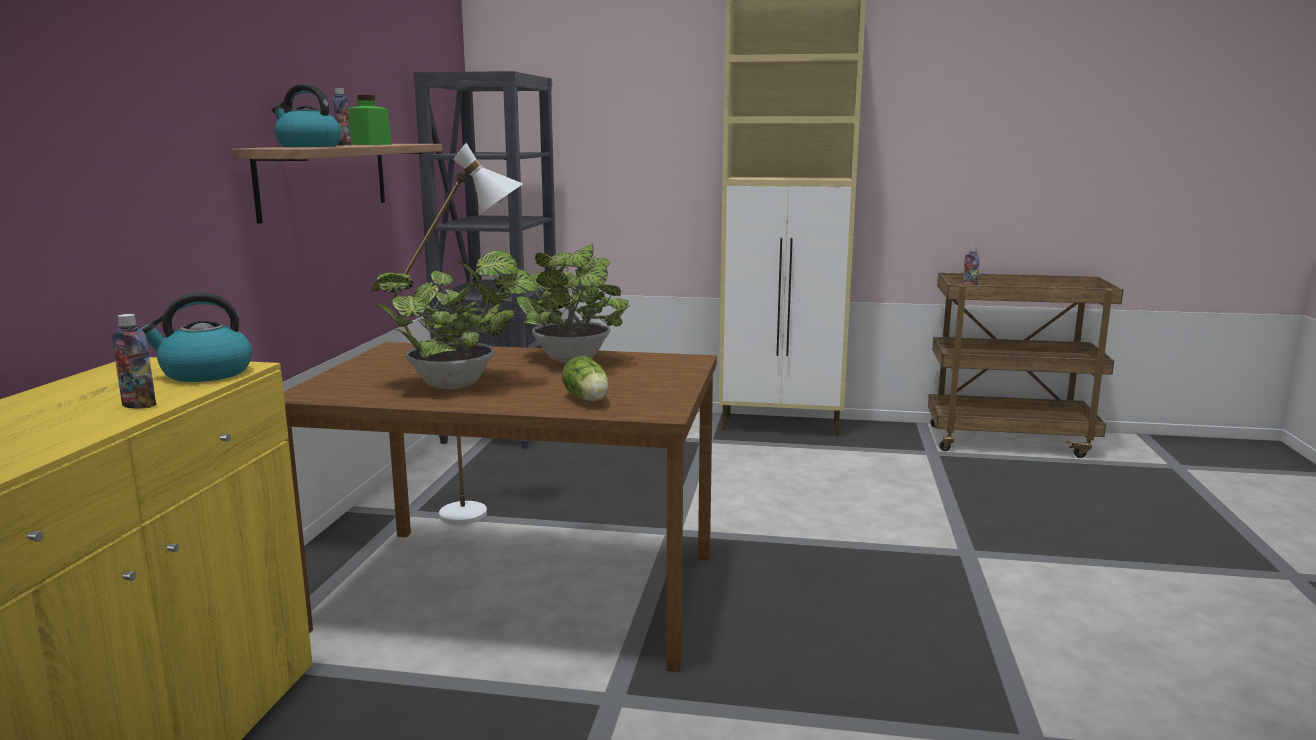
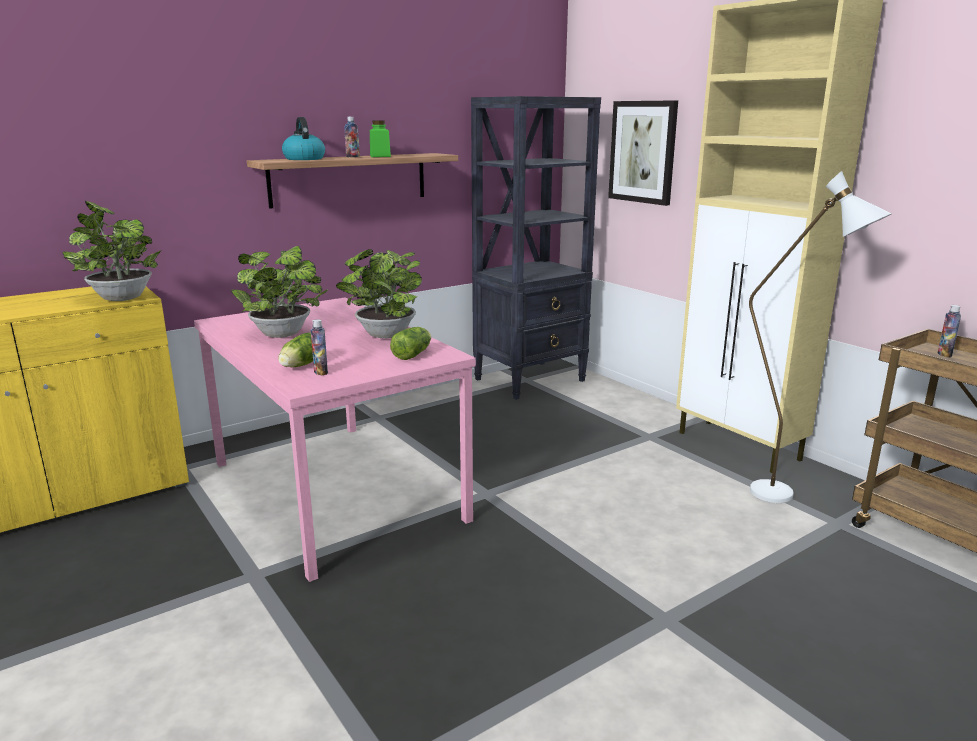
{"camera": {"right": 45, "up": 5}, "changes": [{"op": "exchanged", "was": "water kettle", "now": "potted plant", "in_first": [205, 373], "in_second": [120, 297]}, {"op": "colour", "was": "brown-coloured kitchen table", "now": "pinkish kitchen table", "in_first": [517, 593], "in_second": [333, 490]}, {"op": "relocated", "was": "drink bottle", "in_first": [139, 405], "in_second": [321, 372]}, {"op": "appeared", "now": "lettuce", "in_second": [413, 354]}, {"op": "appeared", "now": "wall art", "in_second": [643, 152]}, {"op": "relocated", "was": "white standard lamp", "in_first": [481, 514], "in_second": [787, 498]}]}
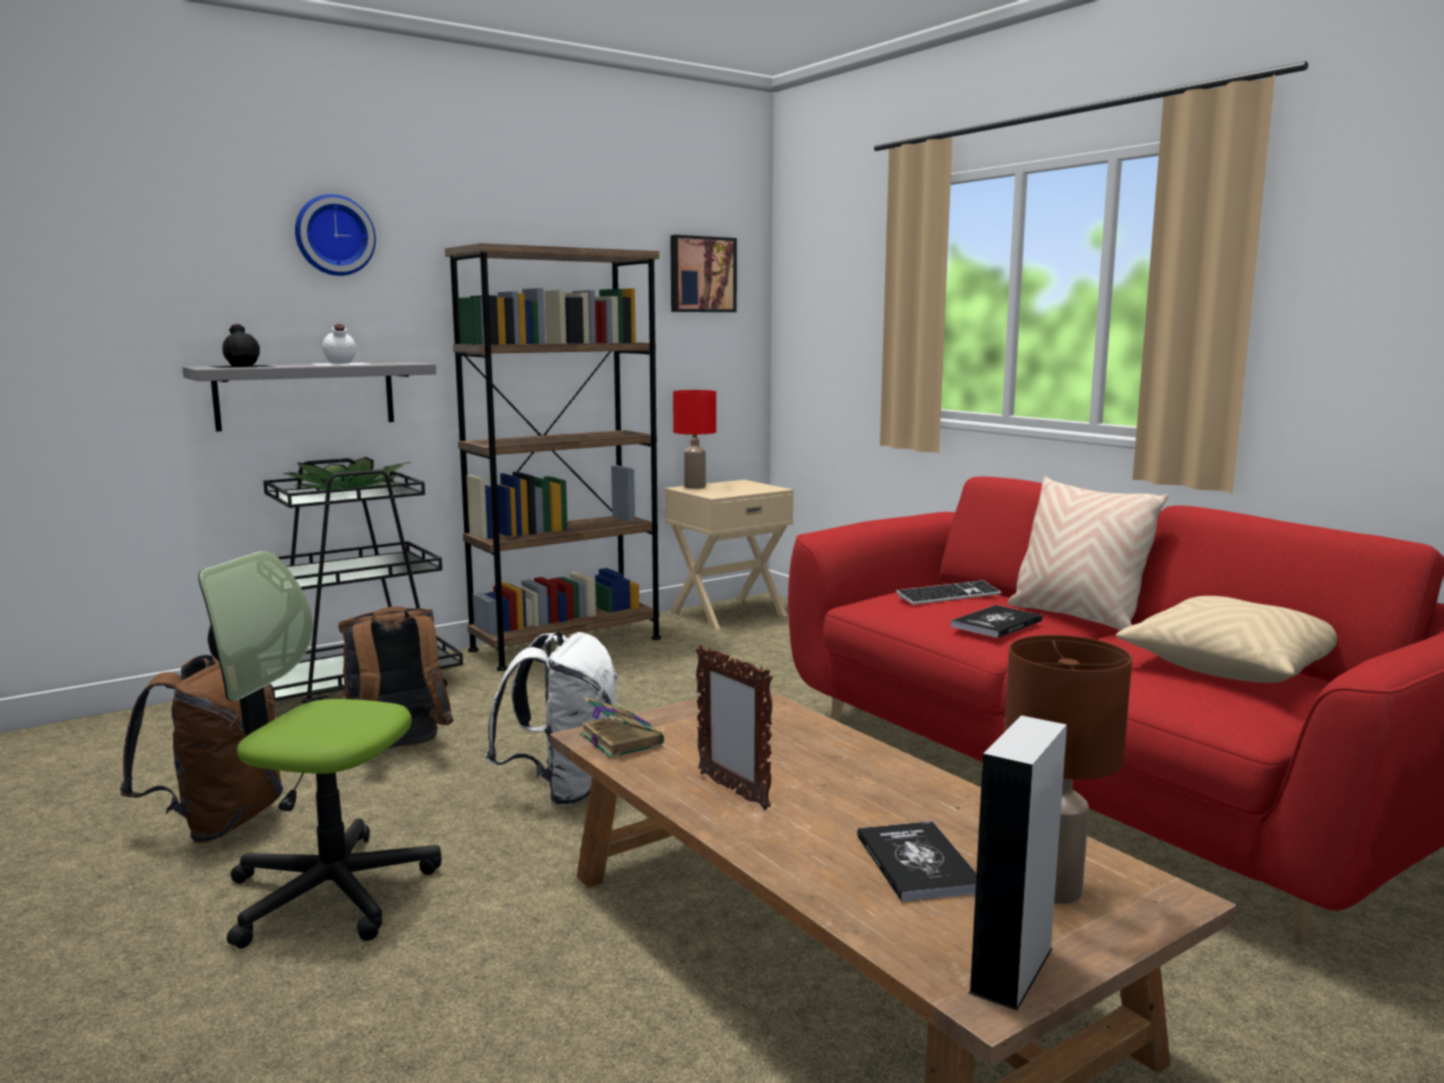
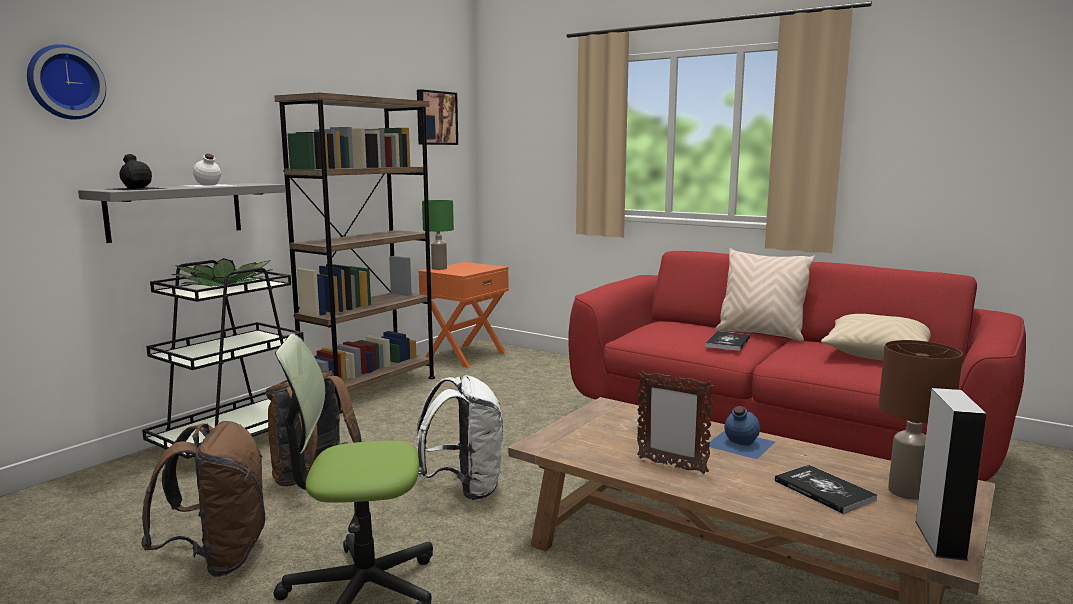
{"camera": {"right": -20, "up": 0}, "changes": [{"op": "relocated", "was": "hanging clock", "in_first": [333, 235], "in_second": [64, 82]}, {"op": "colour", "was": "beige-coloured nightstand", "now": "orange nightstand", "in_first": [727, 613], "in_second": [465, 355]}, {"op": "colour", "was": "red-coloured lamp for a table", "now": "green-coloured lamp for a table", "in_first": [695, 487], "in_second": [439, 268]}, {"op": "appeared", "now": "blue-coloured drink bottle", "in_second": [739, 443]}, {"op": "missing", "was": "volume", "in_first": [620, 739]}, {"op": "missing", "was": "computer keyboard", "in_first": [948, 596]}]}
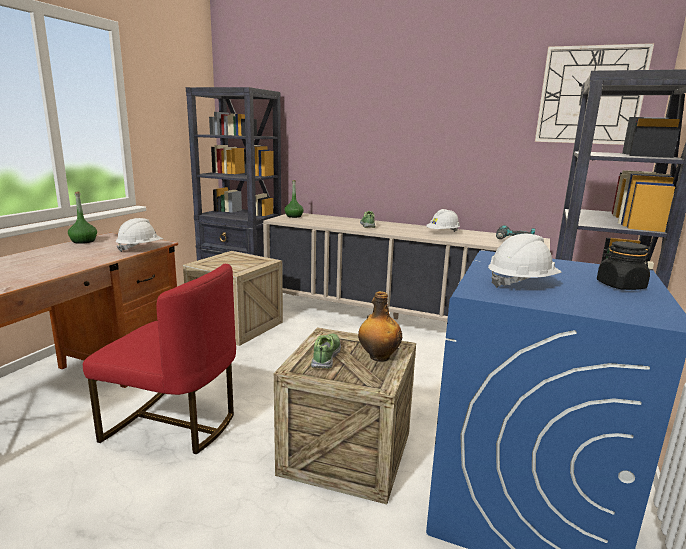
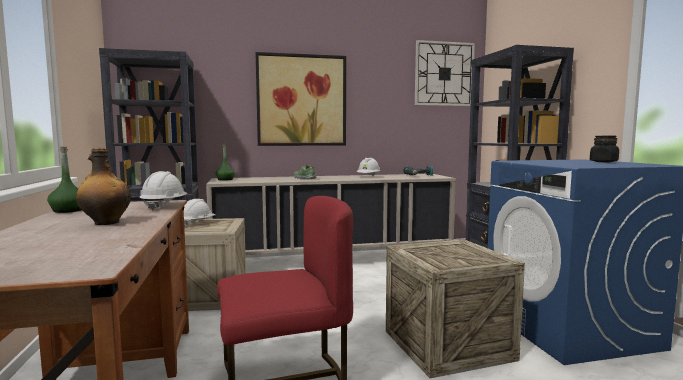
{"camera": {"right": -35, "up": -10}, "changes": [{"op": "relocated", "was": "drink bottle", "in_first": [378, 357], "in_second": [105, 223]}, {"op": "relocated", "was": "white safety helmet", "in_first": [521, 283], "in_second": [197, 223]}, {"op": "appeared", "now": "wall art", "in_second": [301, 100]}, {"op": "missing", "was": "item of footwear", "in_first": [326, 356]}]}
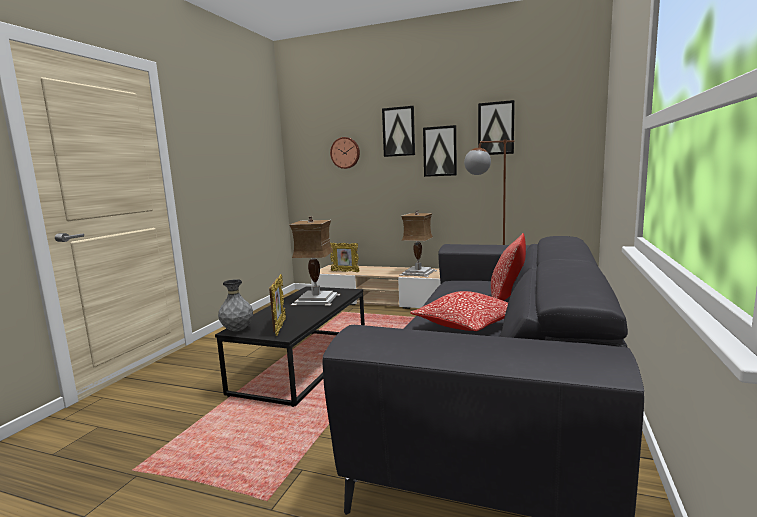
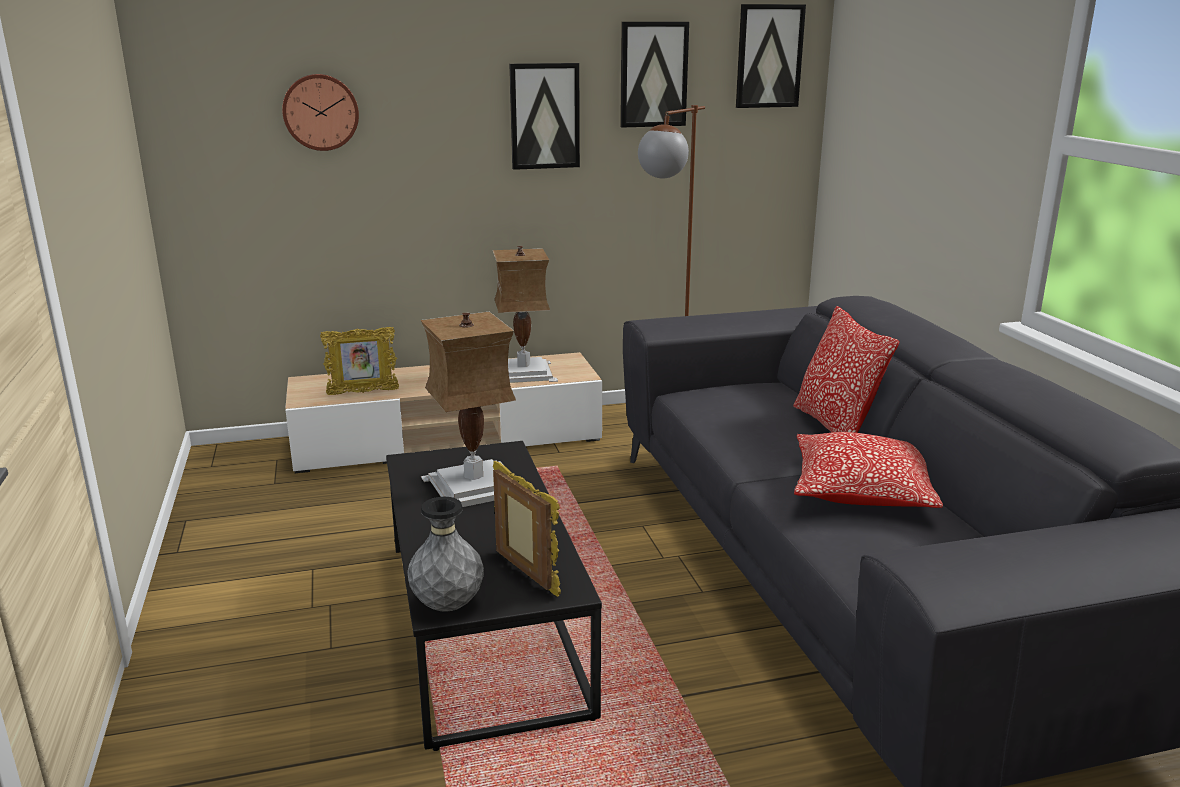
{"camera": {"right": -35, "up": 10}, "changes": [{"op": "relocated", "was": "wall art", "in_first": [399, 131], "in_second": [769, 56]}]}
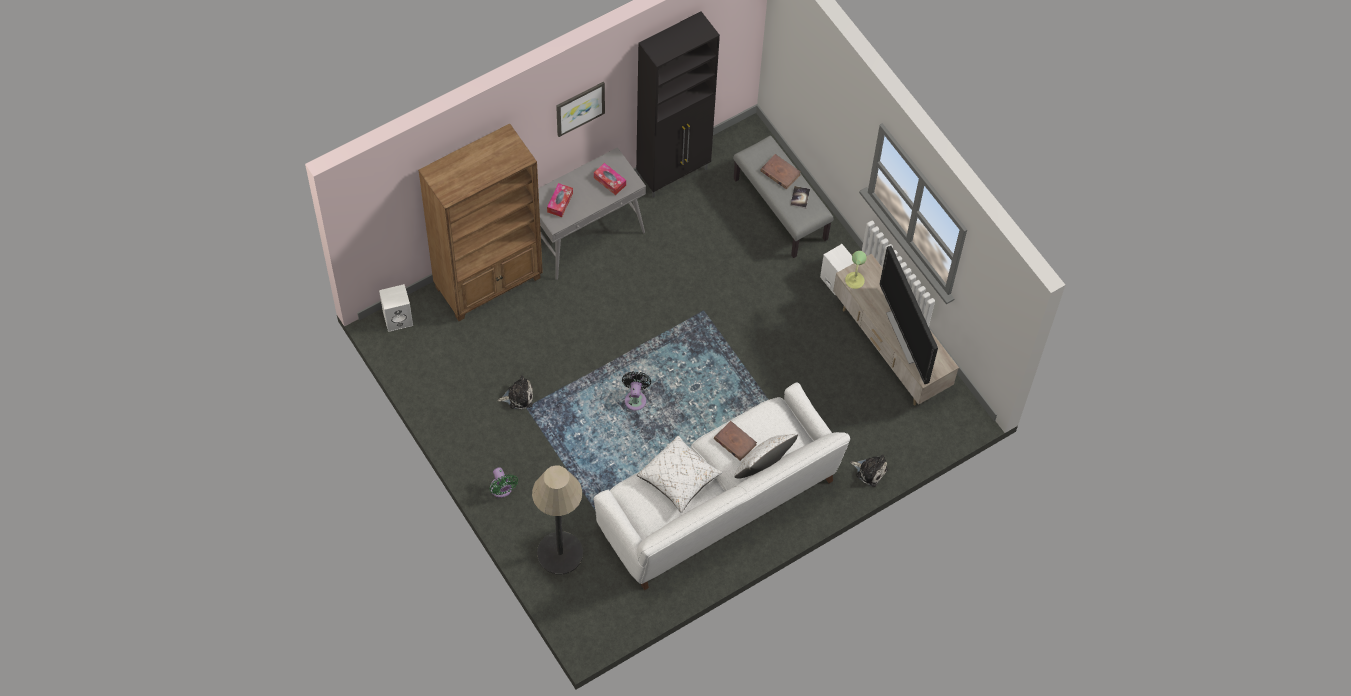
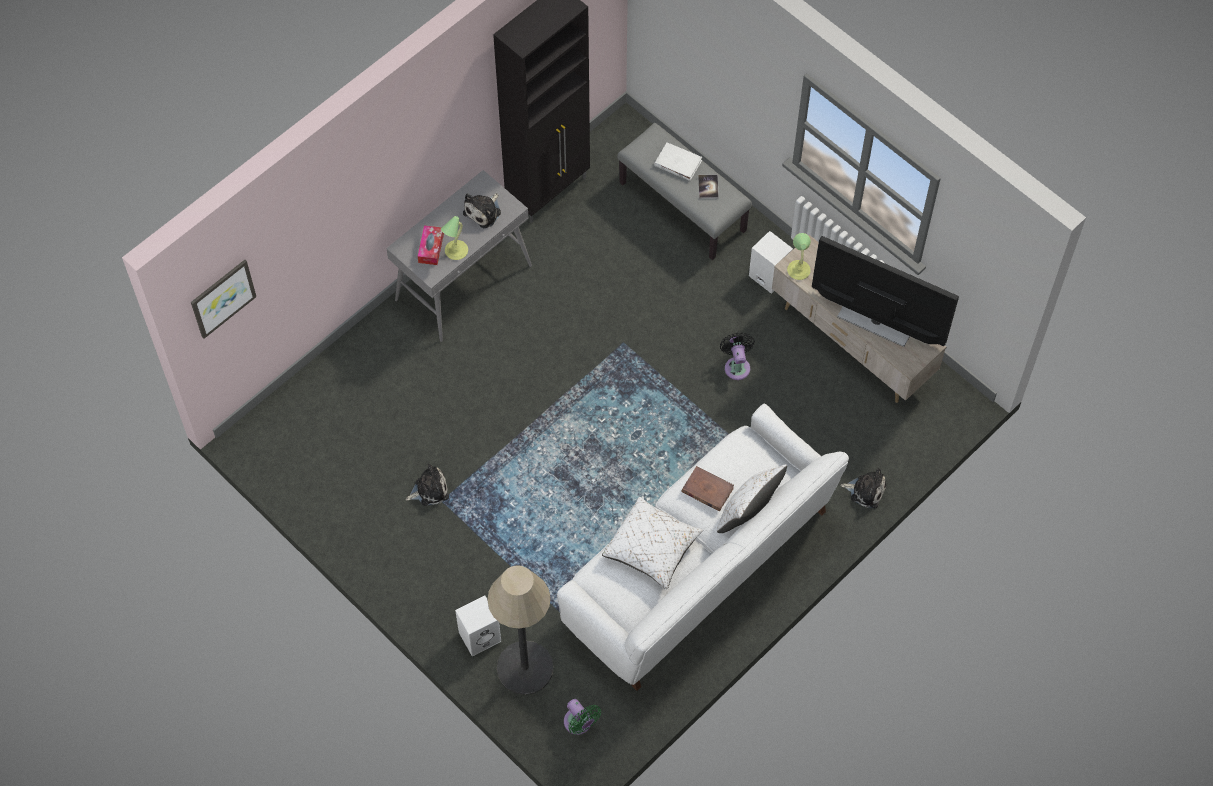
{"camera": {"right": -10, "up": 0}, "changes": [{"op": "relocated", "was": "wall art", "in_first": [579, 108], "in_second": [222, 298]}, {"op": "appeared", "now": "lamp for a table", "in_second": [455, 251]}, {"op": "relocated", "was": "white loudspeaker", "in_first": [398, 318], "in_second": [480, 636]}, {"op": "exchanged", "was": "tissue holder", "now": "cuddly toy", "in_first": [609, 181], "in_second": [484, 211]}, {"op": "relocated", "was": "green-coloured electric fan", "in_first": [502, 490], "in_second": [579, 724]}, {"op": "colour", "was": "brown-coloured volume", "now": "white volume", "in_first": [780, 173], "in_second": [677, 163]}, {"op": "relocated", "was": "black electric fan", "in_first": [635, 398], "in_second": [737, 366]}, {"op": "spun", "was": "TV set", "in_first": [906, 335], "in_second": [875, 322], "clockwise": 150}, {"op": "missing", "was": "brown-coloured bookcase", "in_first": [489, 283]}]}
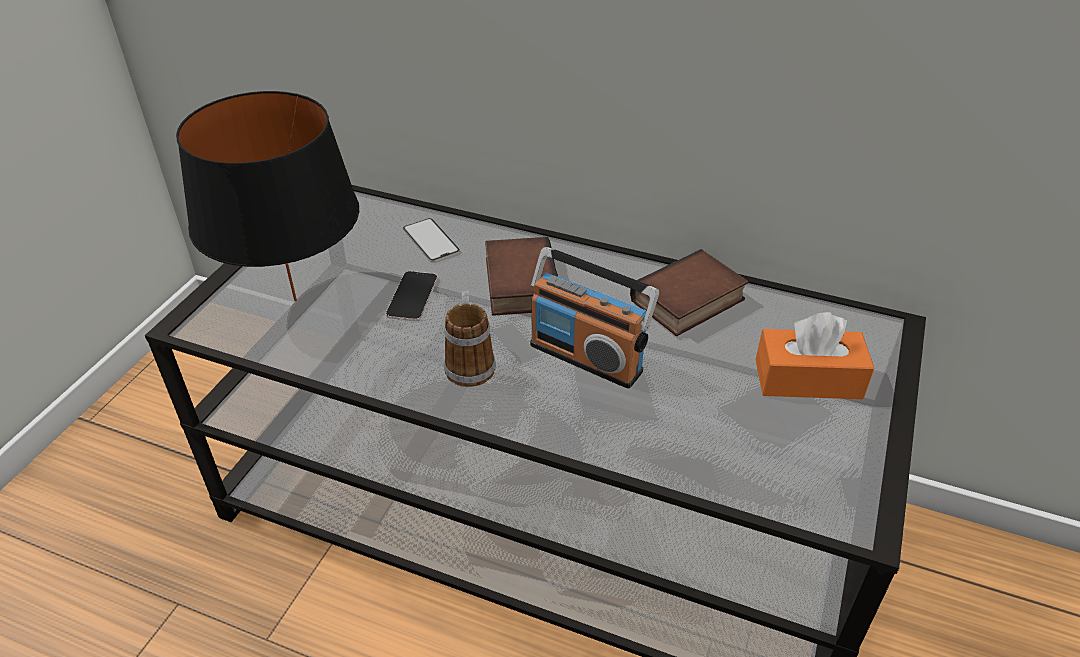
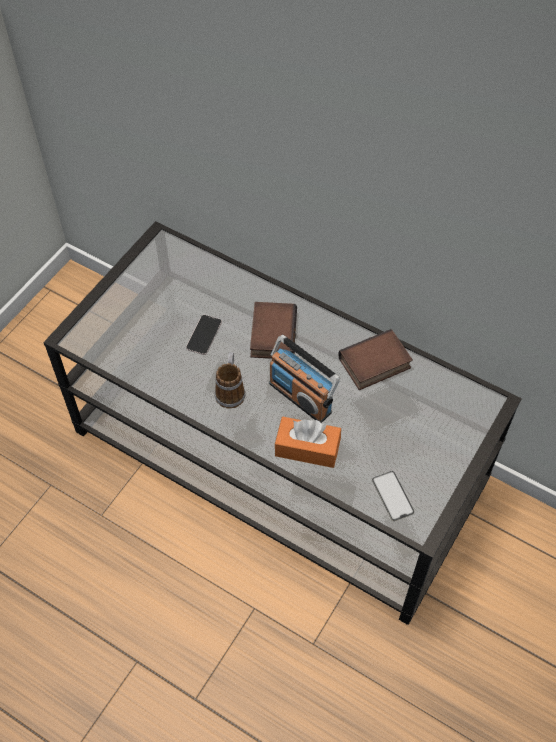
{"camera": {"right": 10, "up": 15}, "changes": [{"op": "relocated", "was": "orange tissue holder", "in_first": [808, 379], "in_second": [307, 448]}, {"op": "relocated", "was": "handset", "in_first": [431, 240], "in_second": [392, 496]}, {"op": "missing", "was": "black lamp for a table", "in_first": [296, 300]}]}
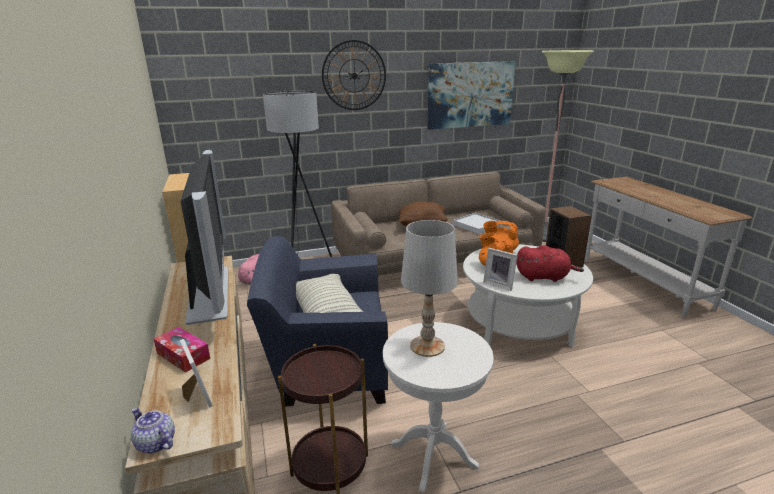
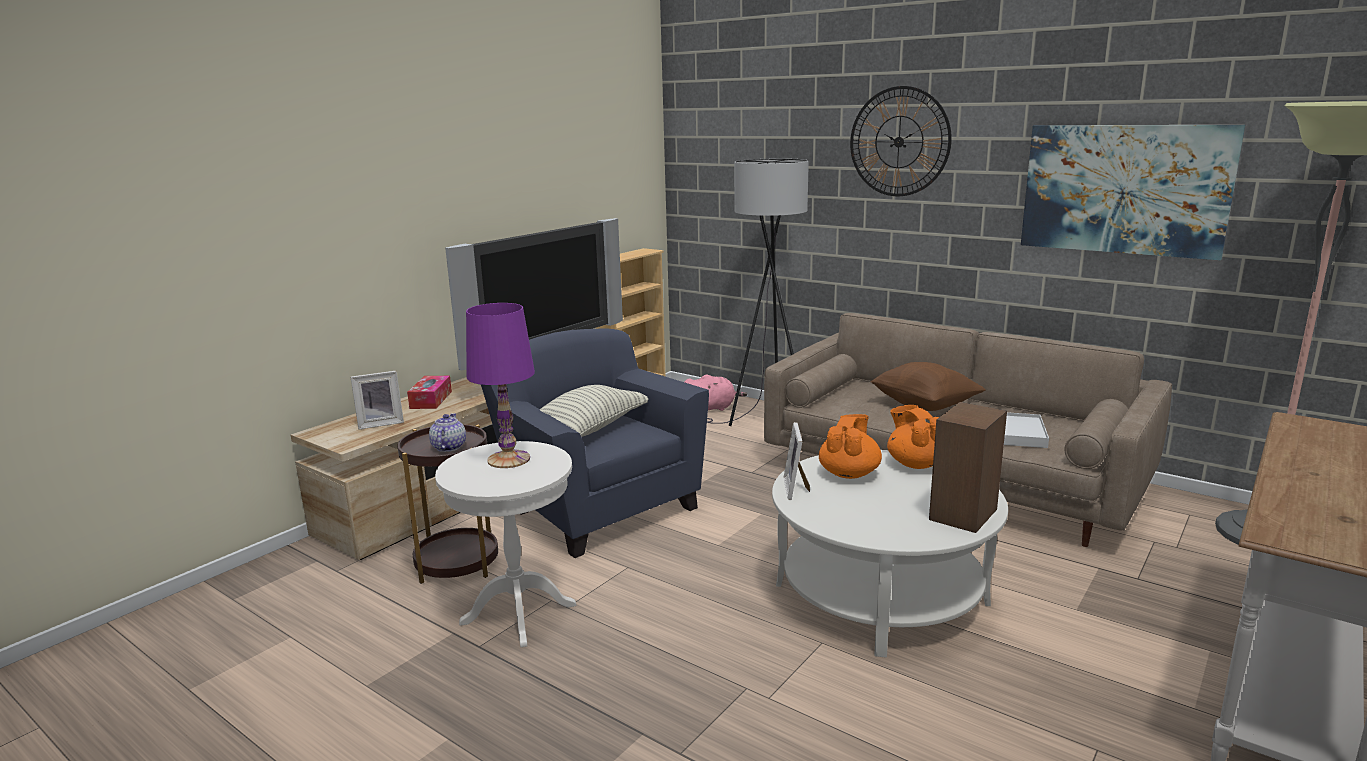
{"camera": {"right": 55, "up": -5}, "changes": [{"op": "spun", "was": "picture frame", "in_first": [196, 397], "in_second": [380, 423], "clockwise": 45}, {"op": "relocated", "was": "tea pot", "in_first": [155, 443], "in_second": [448, 447]}, {"op": "colour", "was": "white lamp for a table", "now": "purplish lamp for a table", "in_first": [427, 346], "in_second": [509, 459]}, {"op": "missing", "was": "red-coloured cuddly toy", "in_first": [544, 277]}]}
